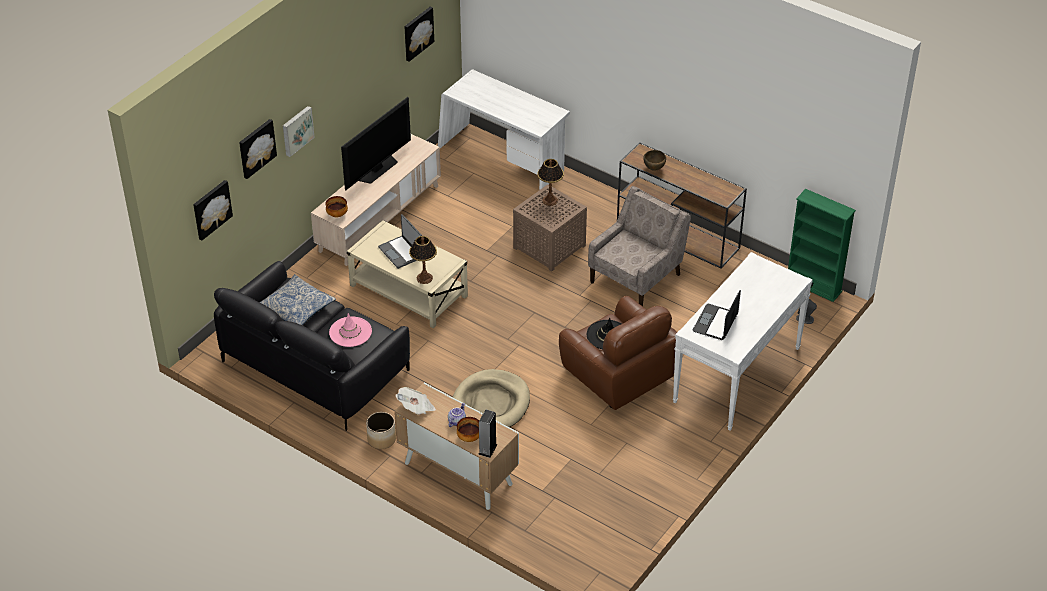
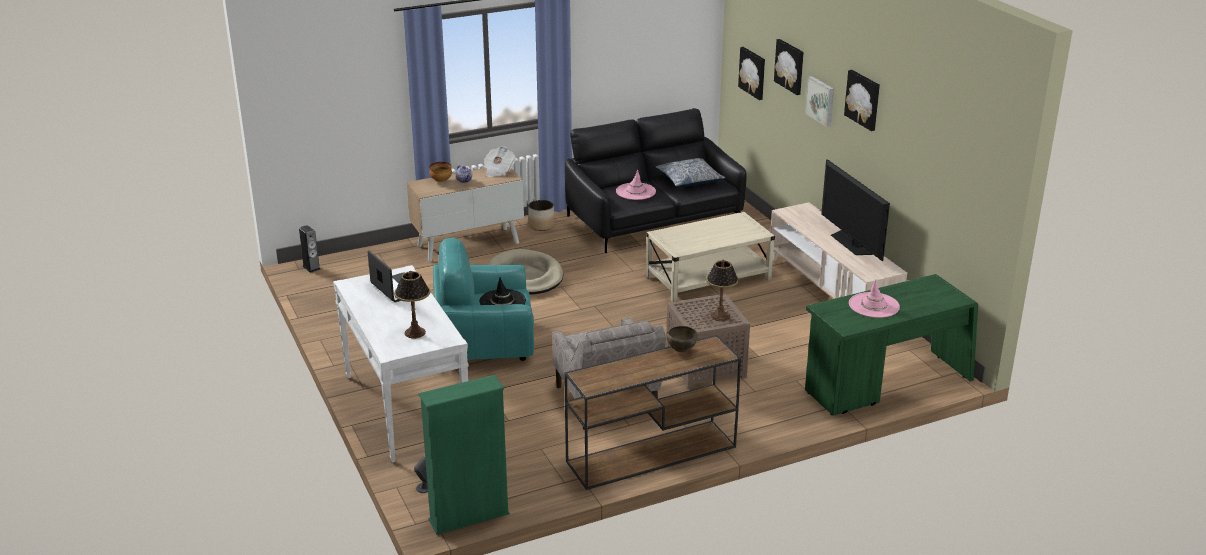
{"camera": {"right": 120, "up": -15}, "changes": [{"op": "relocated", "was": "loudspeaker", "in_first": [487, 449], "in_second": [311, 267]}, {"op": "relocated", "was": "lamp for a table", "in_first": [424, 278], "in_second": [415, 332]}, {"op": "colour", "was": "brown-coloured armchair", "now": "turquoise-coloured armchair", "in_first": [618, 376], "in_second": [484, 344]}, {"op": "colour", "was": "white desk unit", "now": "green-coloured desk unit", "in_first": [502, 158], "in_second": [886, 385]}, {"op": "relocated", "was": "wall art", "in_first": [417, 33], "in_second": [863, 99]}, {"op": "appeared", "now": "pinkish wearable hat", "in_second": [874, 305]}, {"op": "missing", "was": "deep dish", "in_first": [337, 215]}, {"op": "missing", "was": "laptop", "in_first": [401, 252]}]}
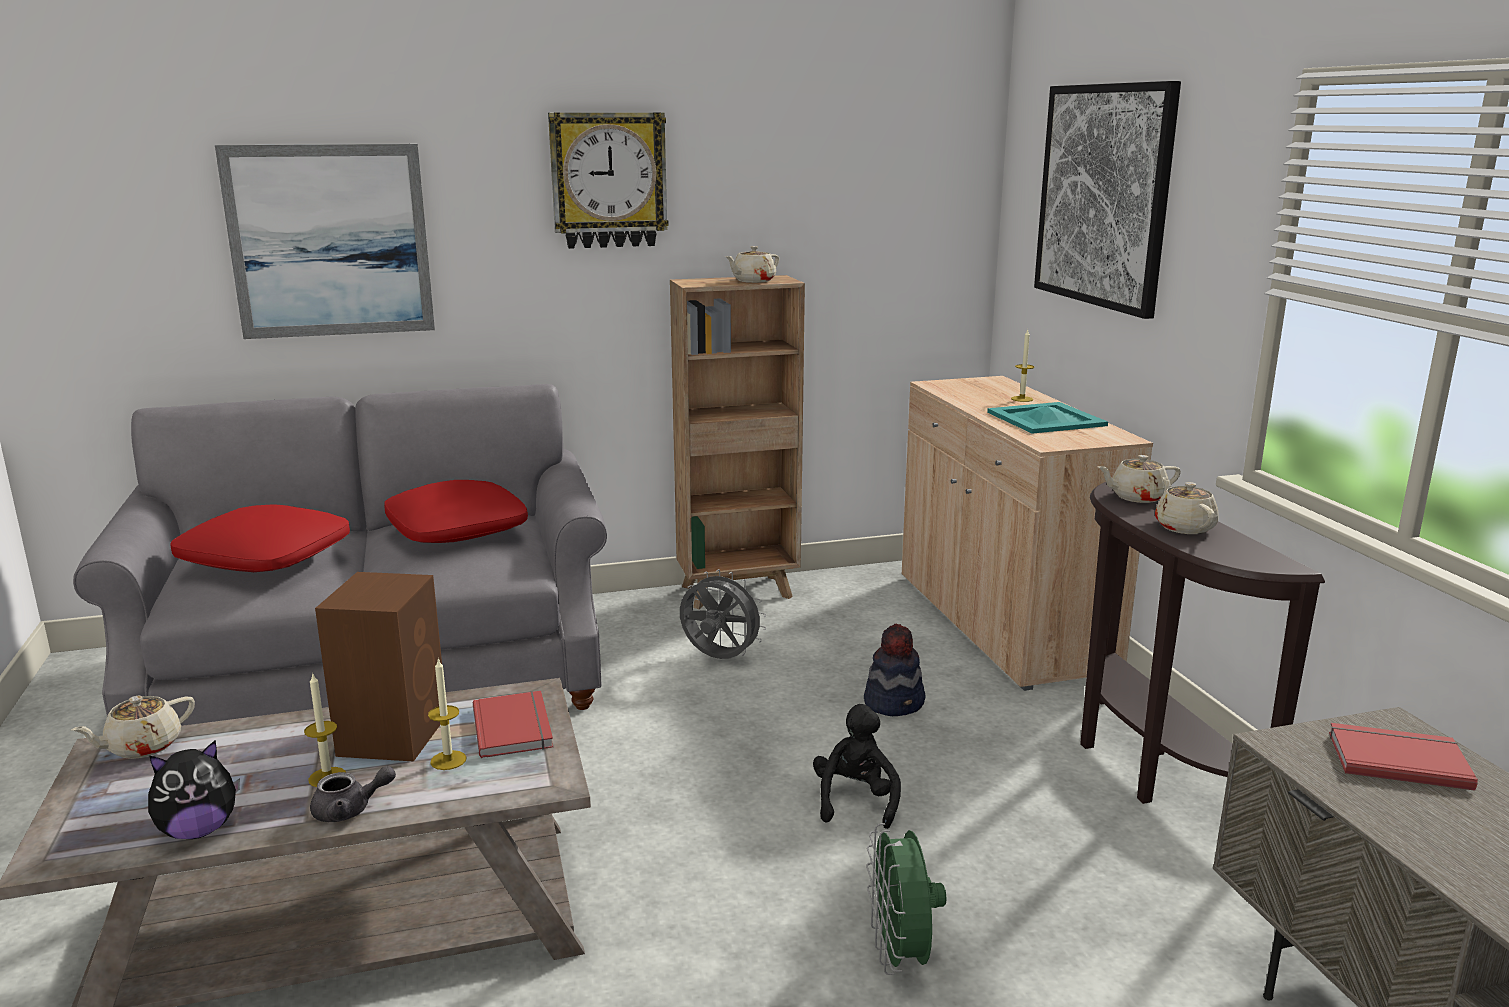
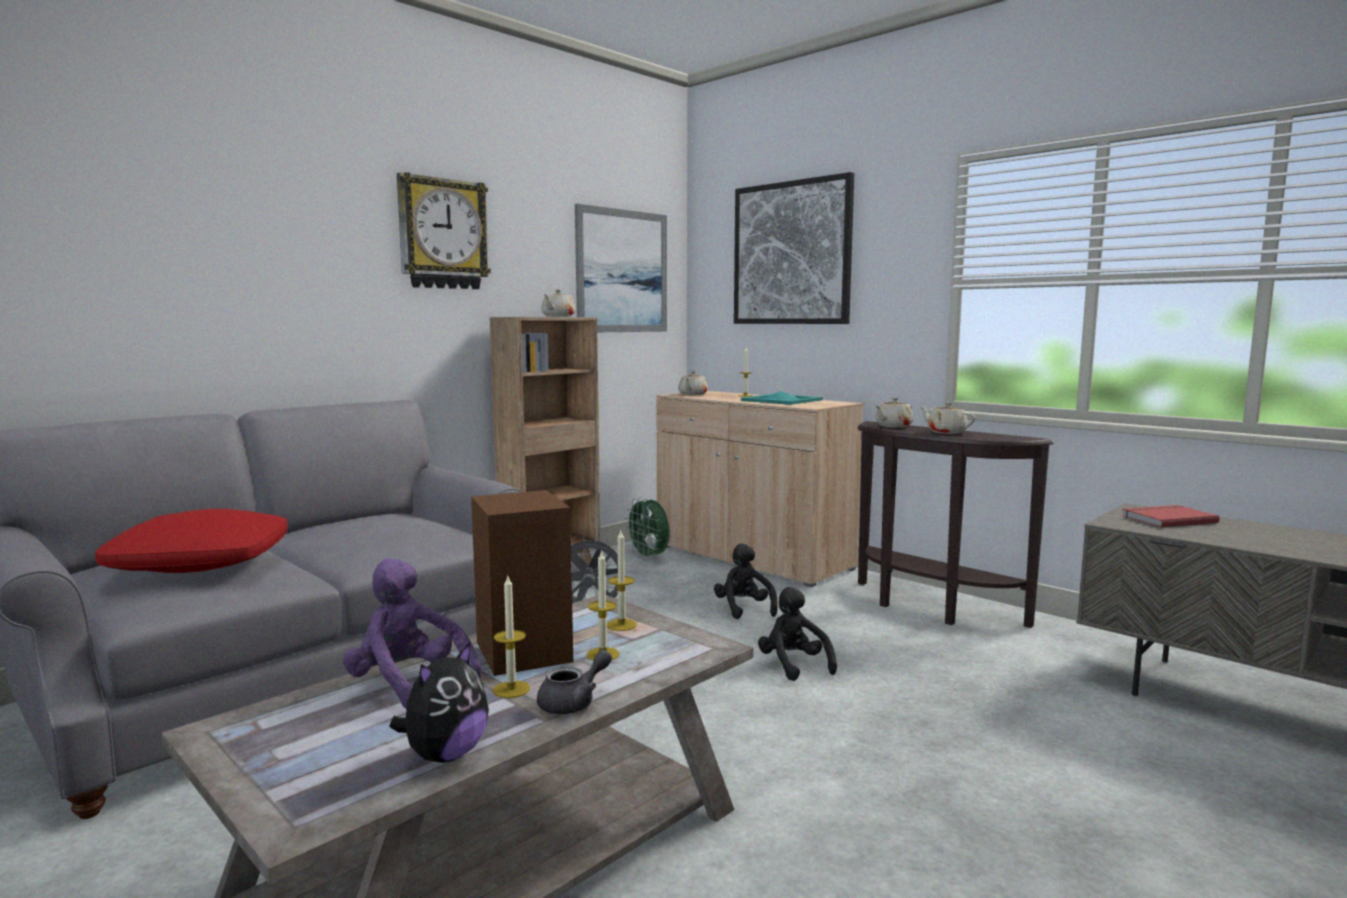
{"camera": {"right": -30, "up": -10}, "changes": [{"op": "appeared", "now": "purplish cuddly toy", "in_second": [408, 685]}, {"op": "relocated", "was": "wall art", "in_first": [330, 241], "in_second": [622, 271]}, {"op": "exchanged", "was": "red-coloured volume", "now": "wax candle", "in_first": [515, 727], "in_second": [621, 625]}, {"op": "relocated", "was": "green-coloured electric fan", "in_first": [900, 956], "in_second": [649, 557]}, {"op": "relocated", "was": "beige-coloured tea pot", "in_first": [142, 747], "in_second": [692, 394]}, {"op": "exchanged", "was": "wearable hat", "now": "black cuddly toy", "in_first": [894, 702], "in_second": [744, 609]}, {"op": "missing", "was": "red-coloured throw pillow", "in_first": [458, 529]}]}
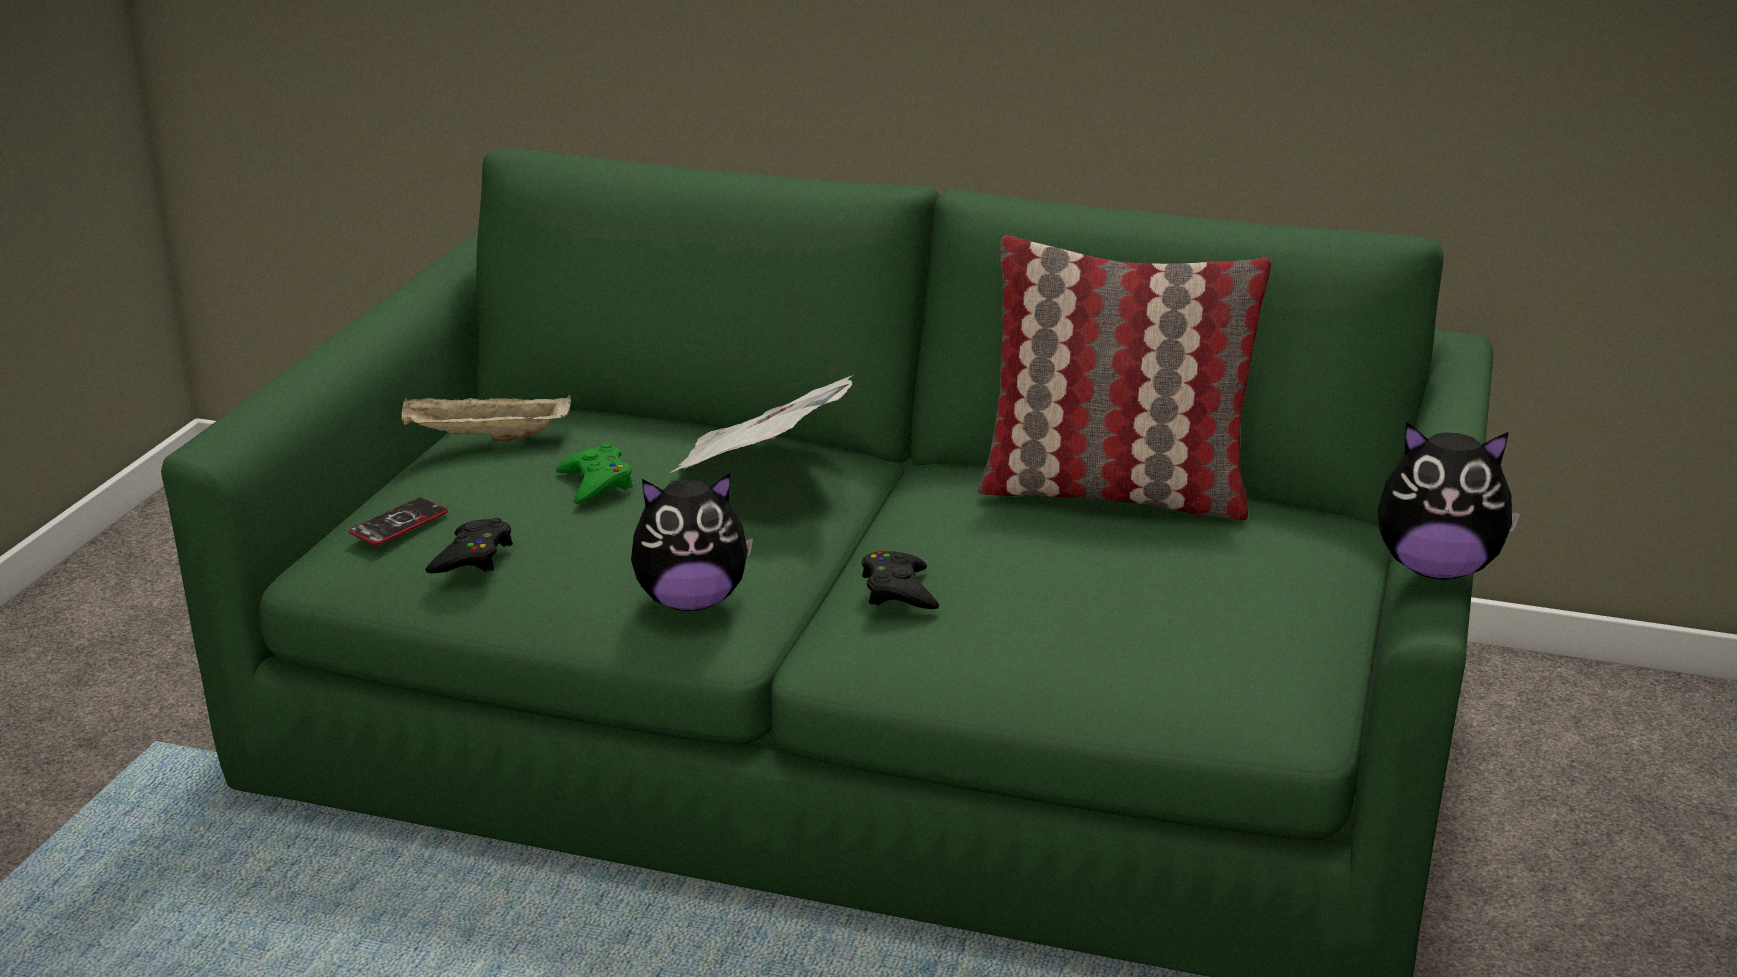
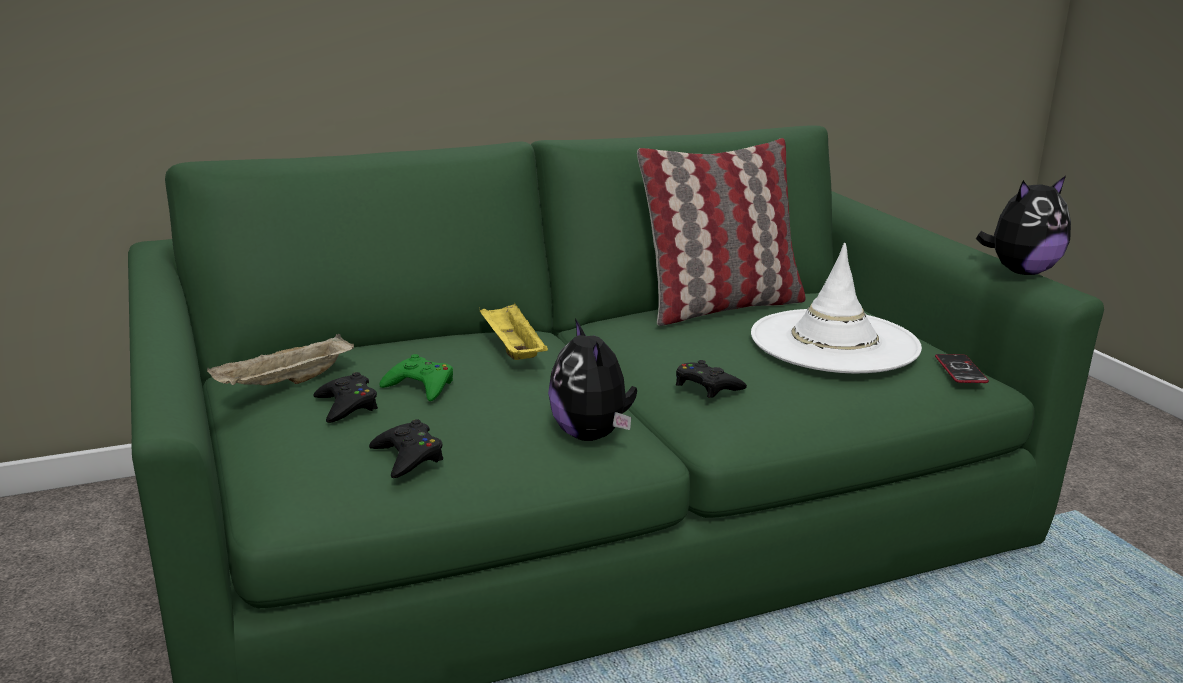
{"camera": {"right": -40, "up": -5}, "changes": [{"op": "appeared", "now": "black joypad", "in_second": [346, 406]}, {"op": "exchanged", "was": "daily paper", "now": "yellow-coloured tray", "in_first": [762, 470], "in_second": [511, 349]}, {"op": "spun", "was": "cuddly toy", "in_first": [691, 601], "in_second": [592, 435], "clockwise": 120}, {"op": "appeared", "now": "white wearable hat", "in_second": [834, 342]}, {"op": "relocated", "was": "handset", "in_first": [399, 523], "in_second": [960, 370]}]}
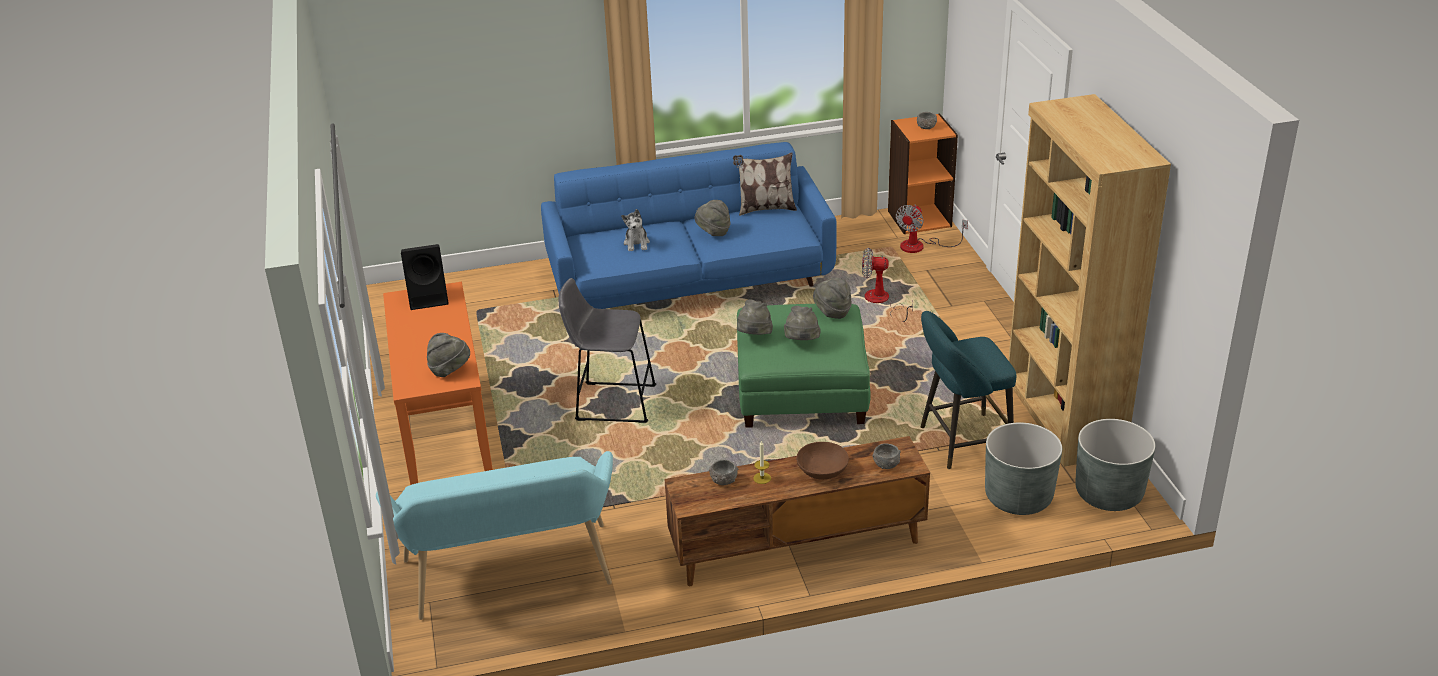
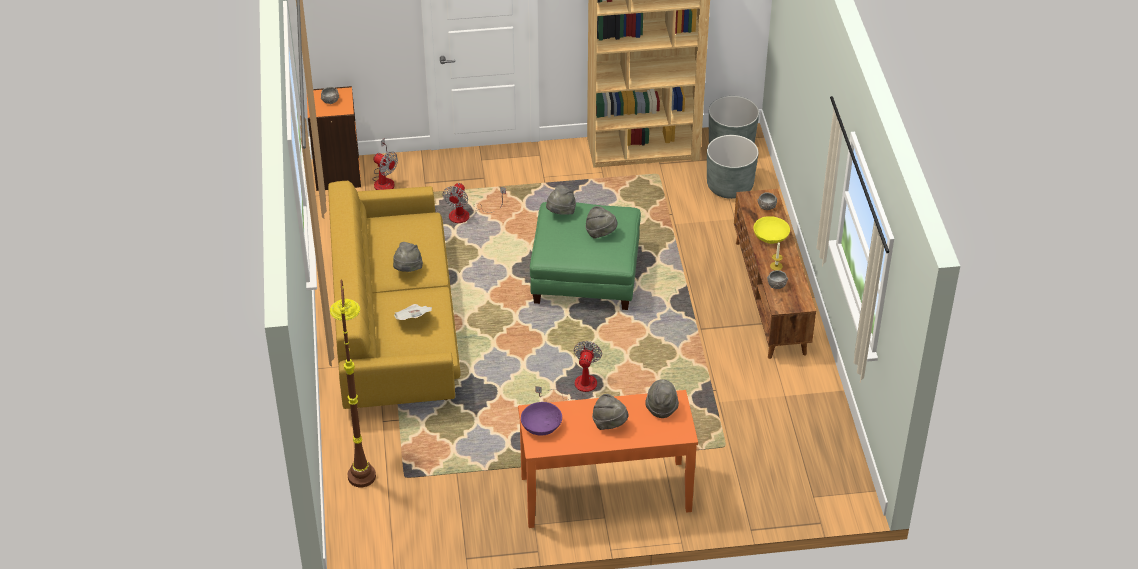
{"camera": {"right": -85, "up": 10}, "changes": [{"op": "colour", "was": "blue-coloured settee", "now": "yellow-coloured settee", "in_first": [690, 280], "in_second": [395, 326]}, {"op": "appeared", "now": "brown-coloured standard lamp", "in_second": [360, 458]}, {"op": "exchanged", "was": "cuddly toy", "now": "daily paper", "in_first": [637, 243], "in_second": [413, 319]}, {"op": "exchanged", "was": "black loudspeaker", "now": "purplish deep dish", "in_first": [429, 297], "in_second": [541, 425]}, {"op": "exchanged", "was": "grey stool", "now": "electric fan", "in_first": [611, 403], "in_second": [577, 387]}, {"op": "relocated", "was": "grey wearable hat", "in_first": [754, 336], "in_second": [609, 424]}, {"op": "colour", "was": "brown-coloured deep dish", "now": "yellow-coloured deep dish", "in_first": [822, 471], "in_second": [771, 237]}, {"op": "missing", "was": "turquoise-coloured long seat", "in_first": [511, 578]}, {"op": "missing", "was": "throw pillow", "in_first": [765, 208]}, {"op": "missing", "was": "turquoise-coloured stool", "in_first": [961, 442]}]}
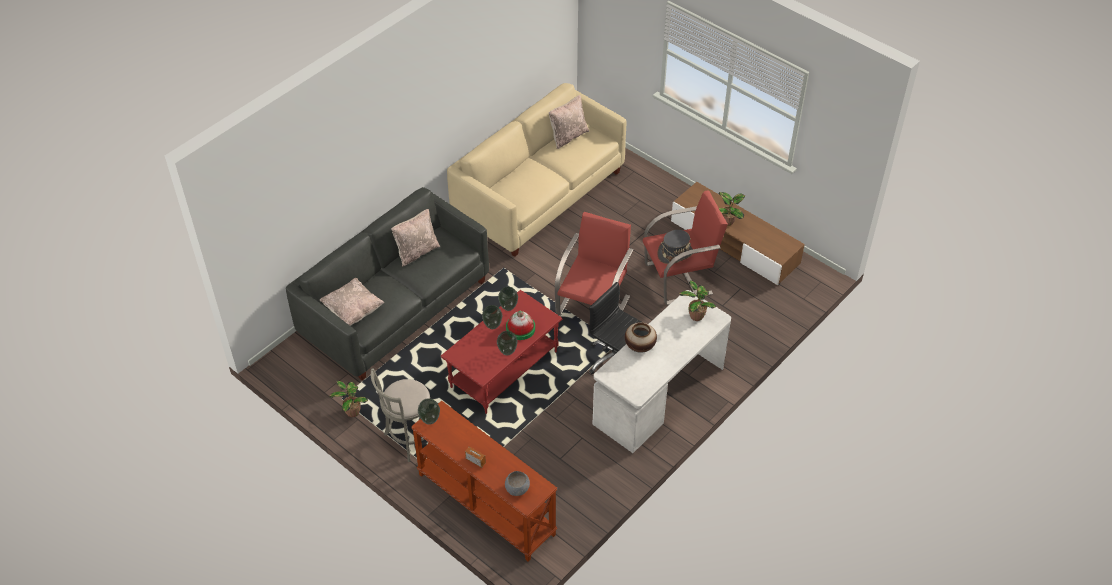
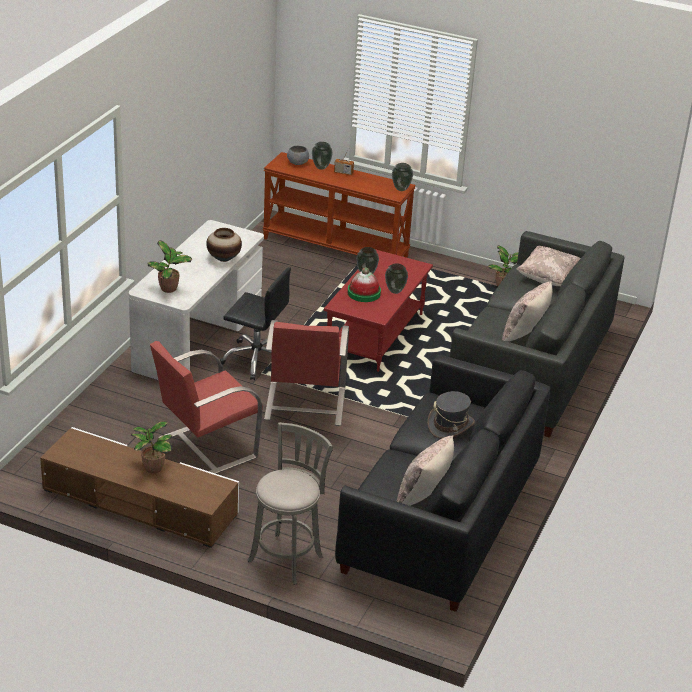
{"camera": {"right": 160, "up": -15}, "changes": [{"op": "relocated", "was": "grey stool", "in_first": [409, 440], "in_second": [287, 556]}, {"op": "relocated", "was": "flower vase", "in_first": [508, 307], "in_second": [321, 168]}, {"op": "colour", "was": "beige-coloured settee", "now": "black settee", "in_first": [539, 195], "in_second": [441, 519]}, {"op": "relocated", "was": "grey wearable hat", "in_first": [675, 253], "in_second": [450, 426]}]}
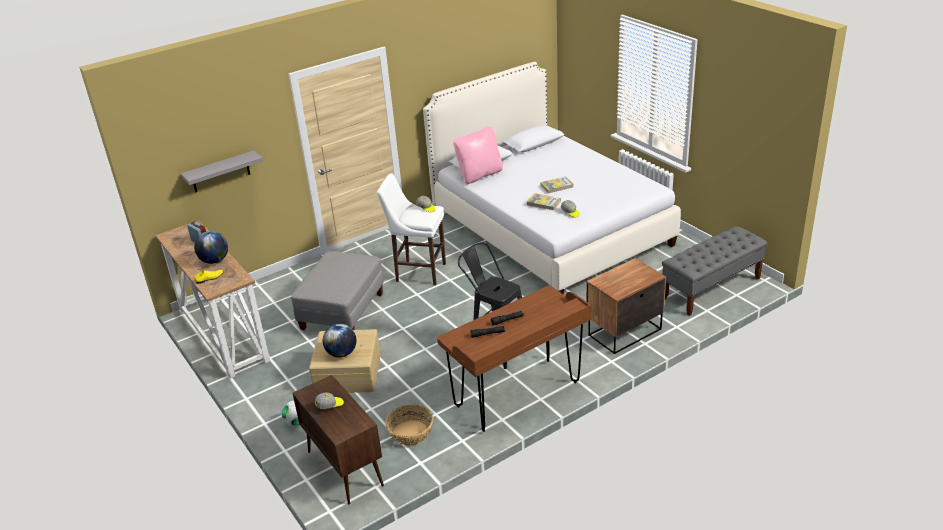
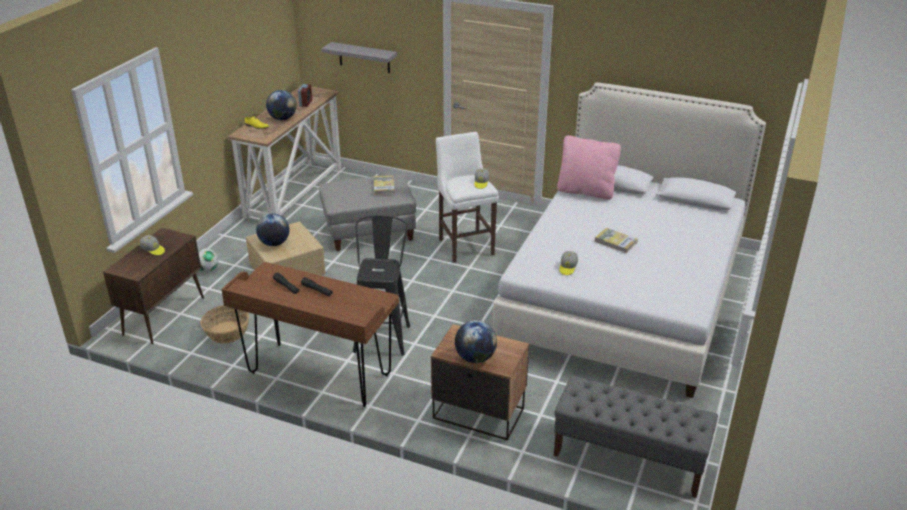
{"camera": {"right": 55, "up": 0}, "changes": [{"op": "relocated", "was": "volume", "in_first": [543, 203], "in_second": [384, 186]}, {"op": "appeared", "now": "desk globe", "in_second": [475, 358]}]}
